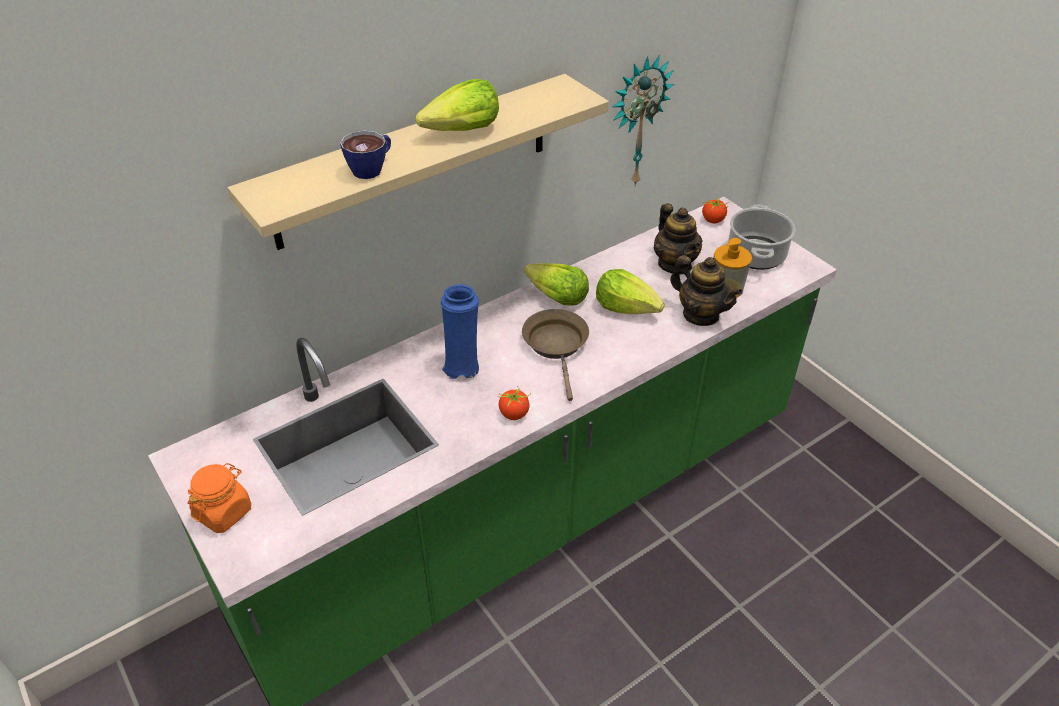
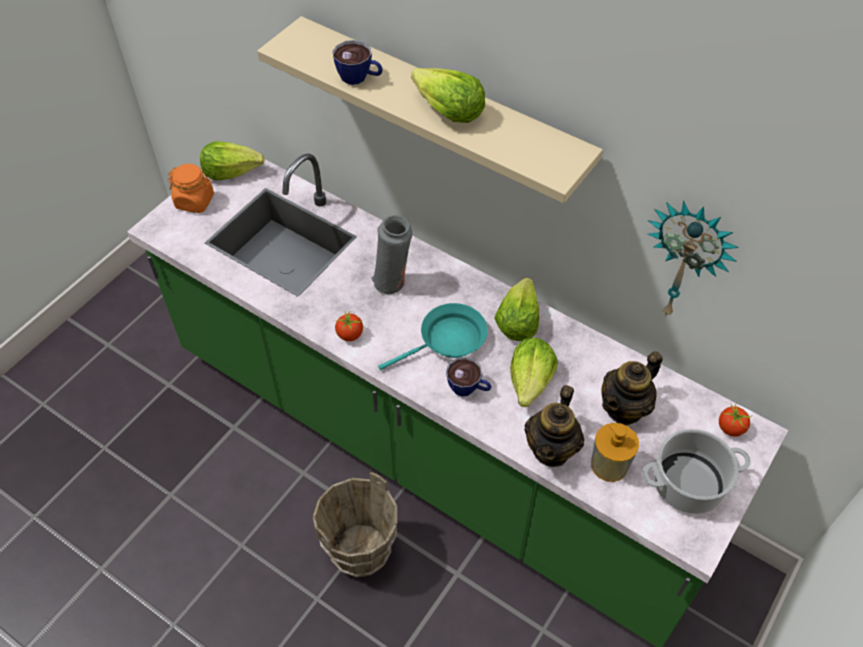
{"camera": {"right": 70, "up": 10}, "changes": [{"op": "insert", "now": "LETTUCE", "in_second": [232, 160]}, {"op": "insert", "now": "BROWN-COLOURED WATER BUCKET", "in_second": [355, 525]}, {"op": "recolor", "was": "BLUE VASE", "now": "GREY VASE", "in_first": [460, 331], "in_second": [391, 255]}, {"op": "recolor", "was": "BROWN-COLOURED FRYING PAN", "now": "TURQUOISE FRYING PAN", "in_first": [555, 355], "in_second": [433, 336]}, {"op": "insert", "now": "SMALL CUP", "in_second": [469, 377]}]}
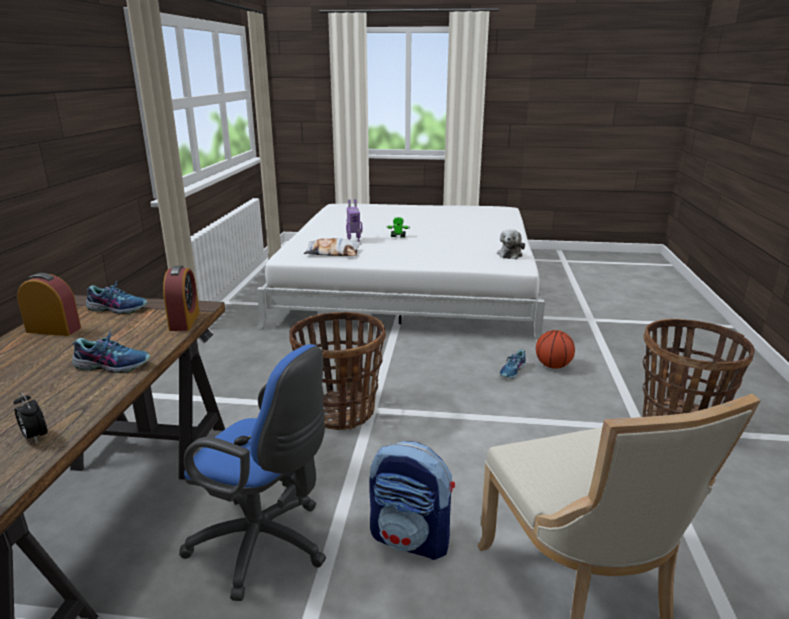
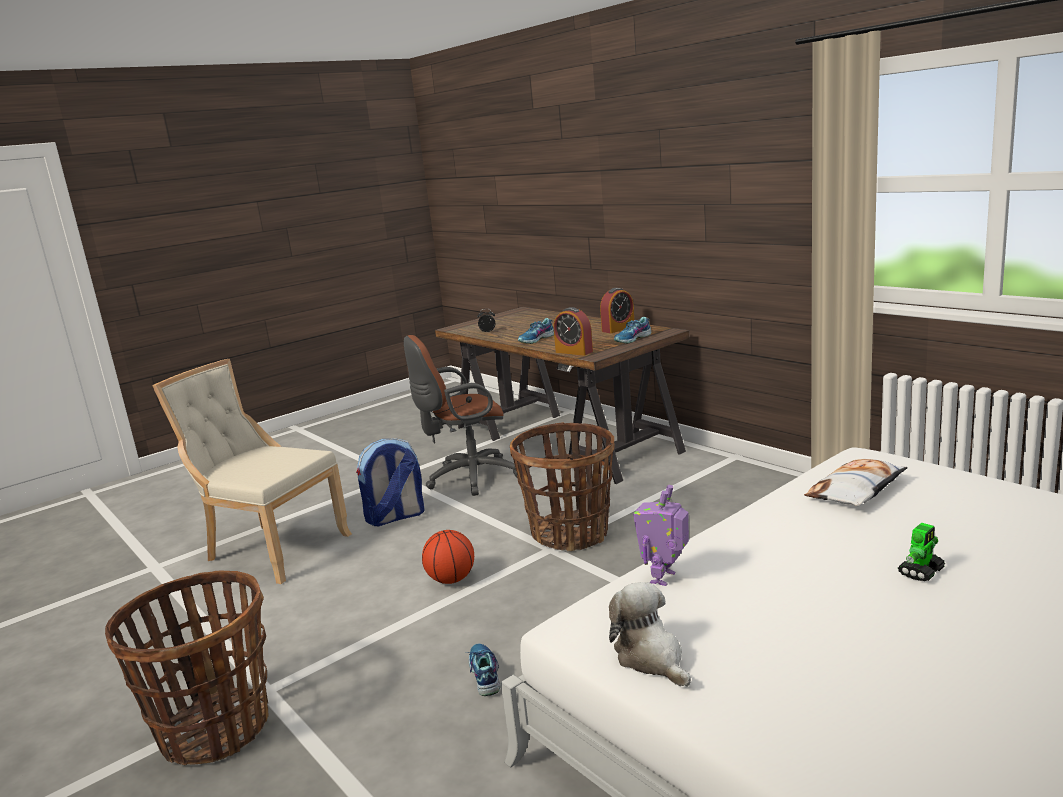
{"camera": {"right": 135, "up": -5}, "changes": [{"op": "recolor", "was": "BLUE OFFICE CHAIR", "now": "BROWN-COLOURED OFFICE CHAIR", "in_first": [252, 472], "in_second": [460, 415]}, {"op": "move", "was": "BALL FOR BASKETBALL", "in_first": [555, 349], "in_second": [448, 557]}, {"op": "move", "was": "TOY ROBOT", "in_first": [354, 220], "in_second": [661, 535]}]}
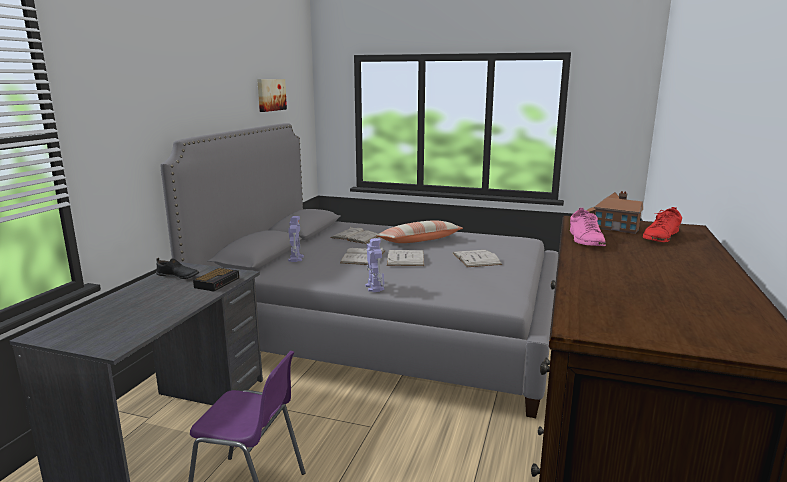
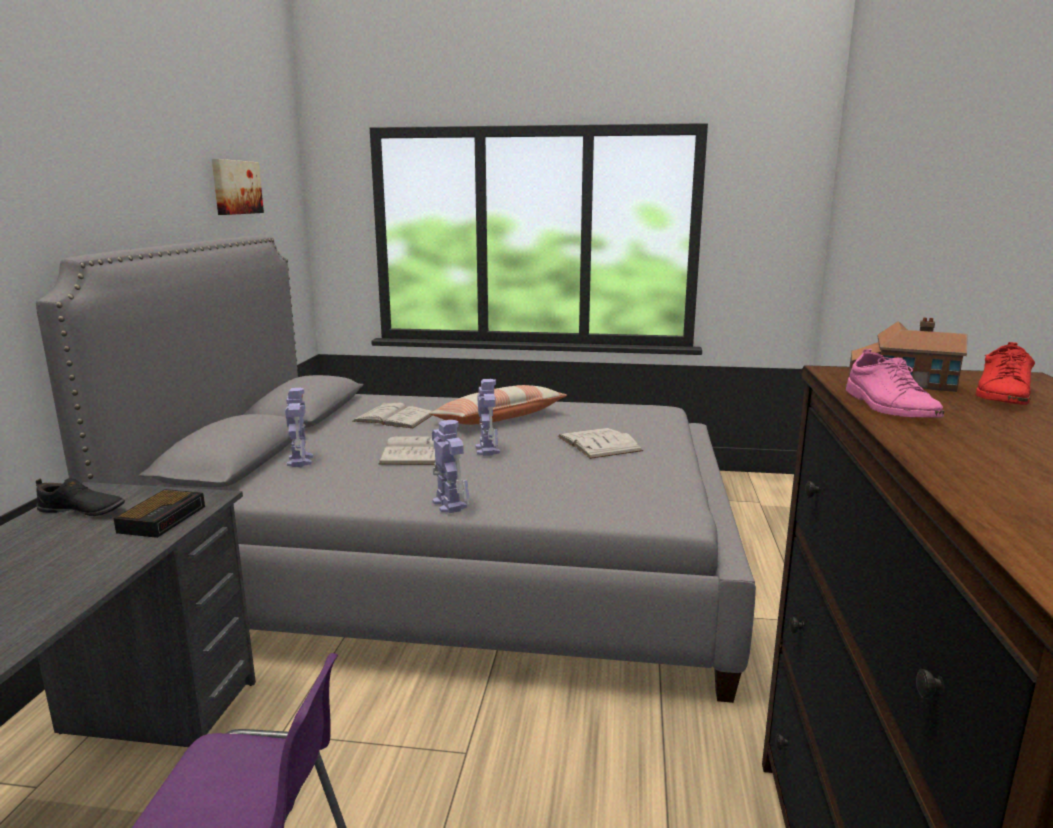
{"camera": {"right": -10, "up": 0}, "changes": [{"op": "replace", "was": "WHITE BOOK", "now": "TOY ROBOT", "in_first": [405, 258], "in_second": [488, 417]}]}
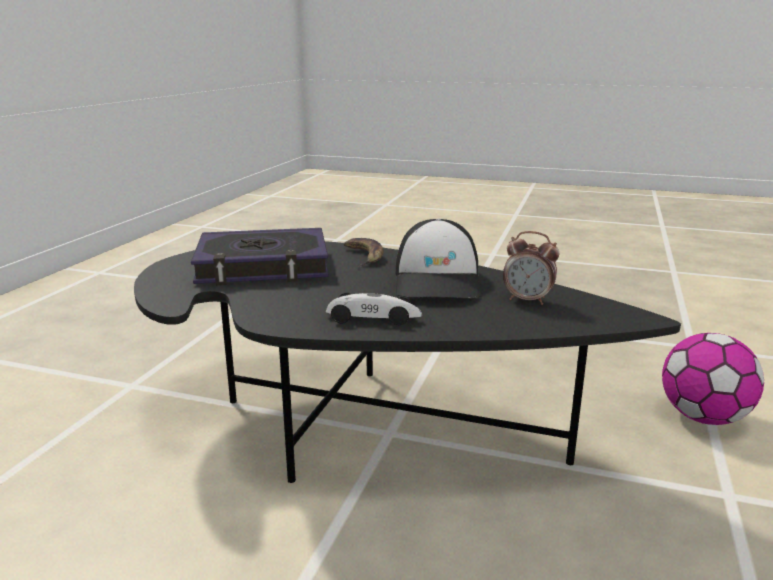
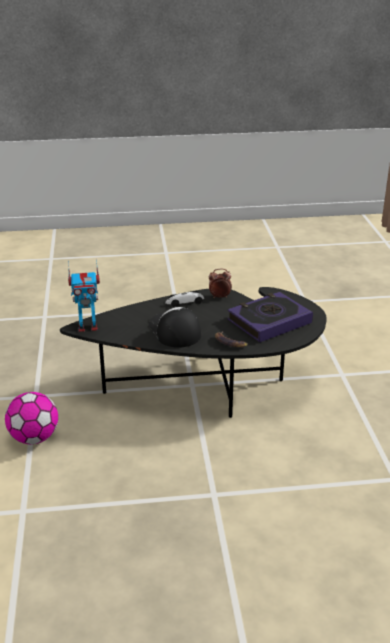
{"camera": {"right": 155, "up": 10}, "changes": [{"op": "insert", "now": "TOY ROBOT", "in_second": [84, 295]}, {"op": "move", "was": "ALARM CLOCK", "in_first": [531, 268], "in_second": [220, 283]}]}
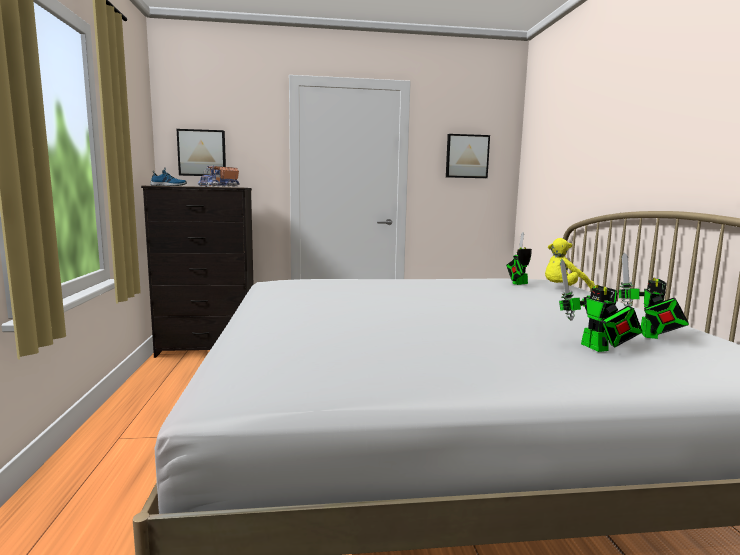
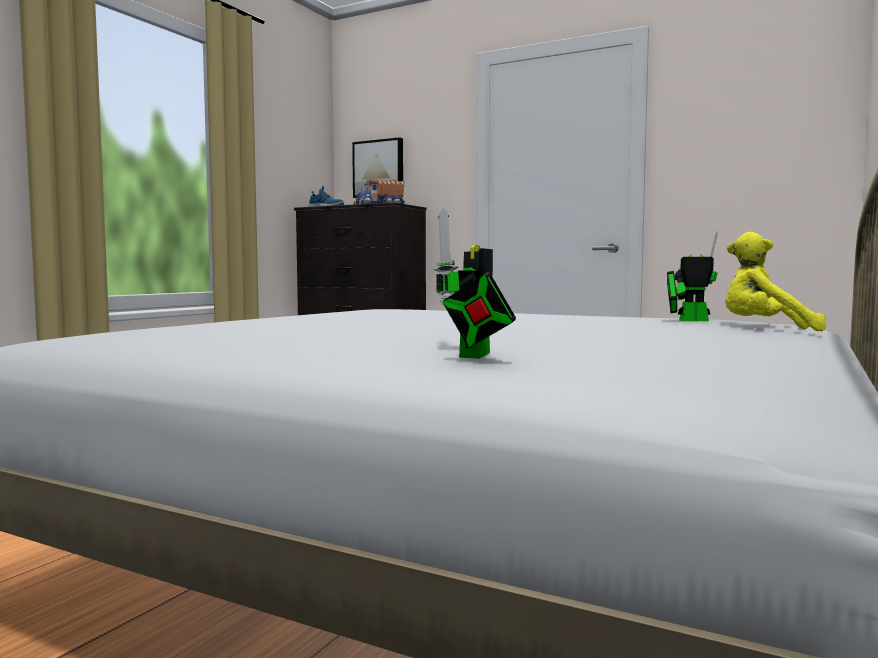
{"camera": {"right": 35, "up": -5}, "changes": [{"op": "delete", "was": "PICTURE", "in_first": [468, 156]}, {"op": "delete", "was": "TOY ROBOT", "in_first": [654, 295]}]}
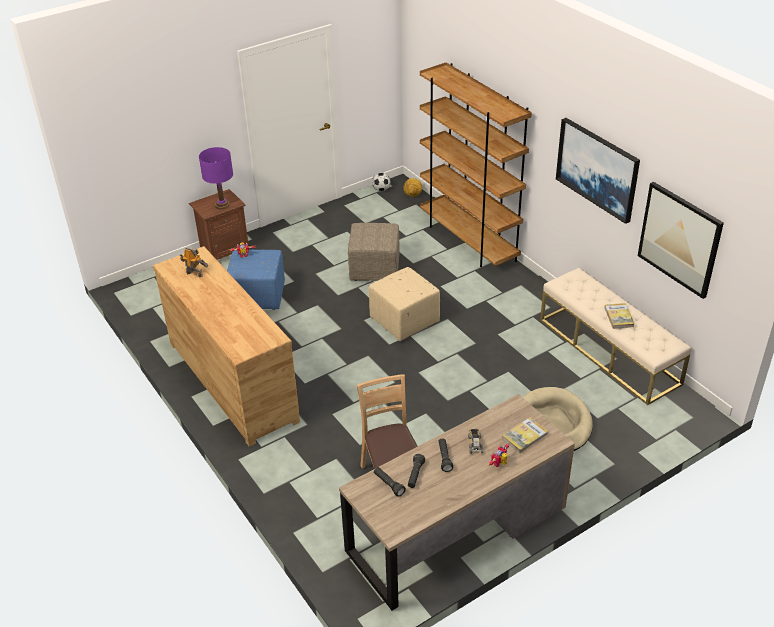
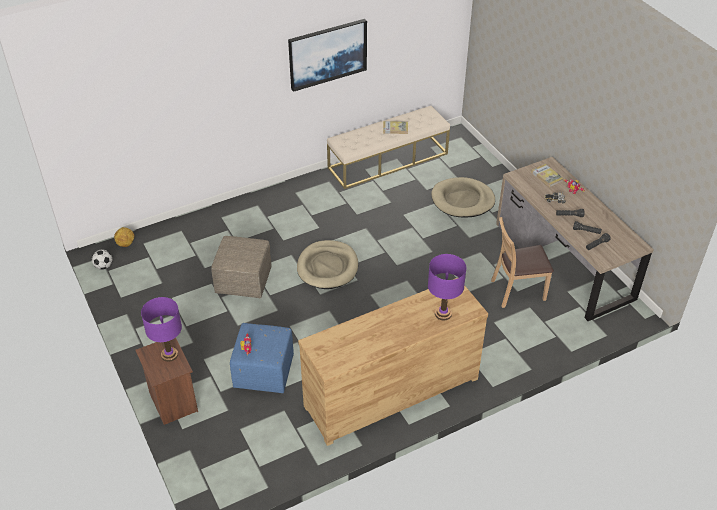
{"camera": {"right": -85, "up": 5}, "changes": [{"op": "replace", "was": "BEIGE-COLOURED OTTOMAN", "now": "BEIGE-COLOURED PET BED", "in_first": [404, 304], "in_second": [327, 264]}, {"op": "insert", "now": "PURPLE-COLOURED LAMP FOR A TABLE", "in_second": [447, 287]}, {"op": "delete", "was": "TOY ROBOT", "in_first": [194, 262]}, {"op": "delete", "was": "BROWN-COLOURED BOOKCASE", "in_first": [476, 165]}, {"op": "delete", "was": "PICTURE", "in_first": [681, 240]}]}
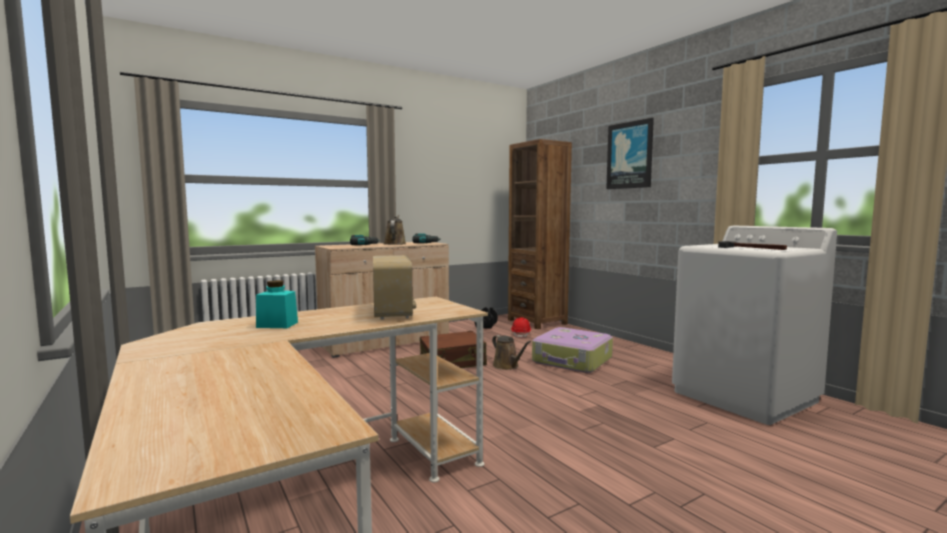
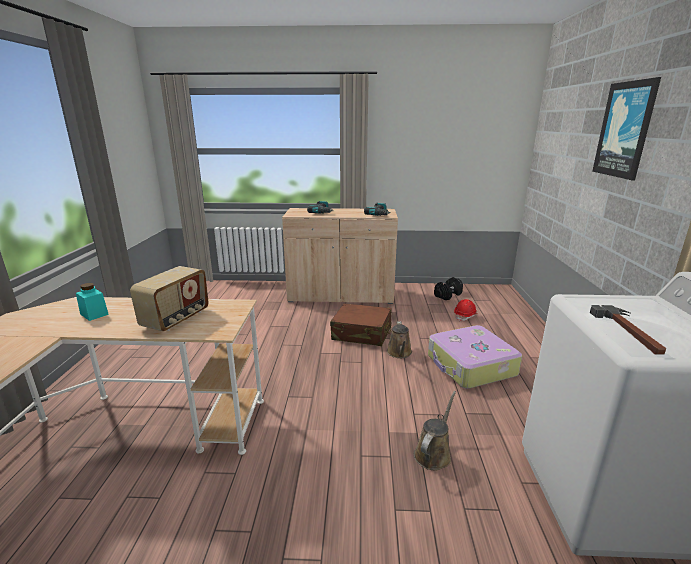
{"camera": {"right": 35, "up": 15}, "changes": [{"op": "move", "was": "BROWN-COLOURED WATERING CAN", "in_first": [395, 230], "in_second": [435, 431]}, {"op": "delete", "was": "BROWN-COLOURED BOOKCASE", "in_first": [540, 234]}]}
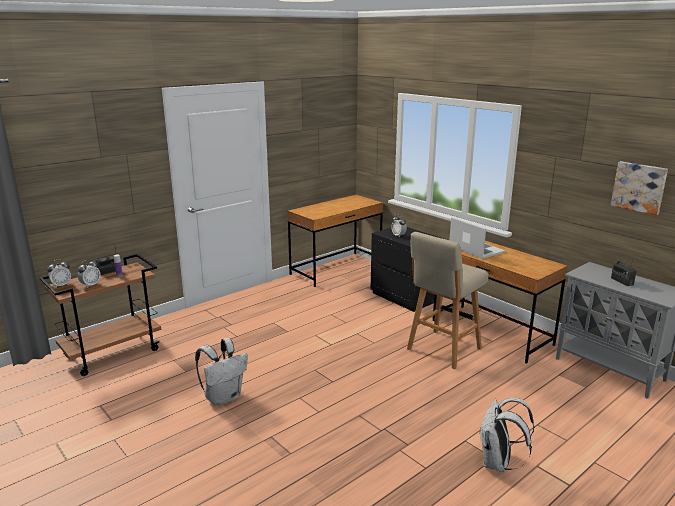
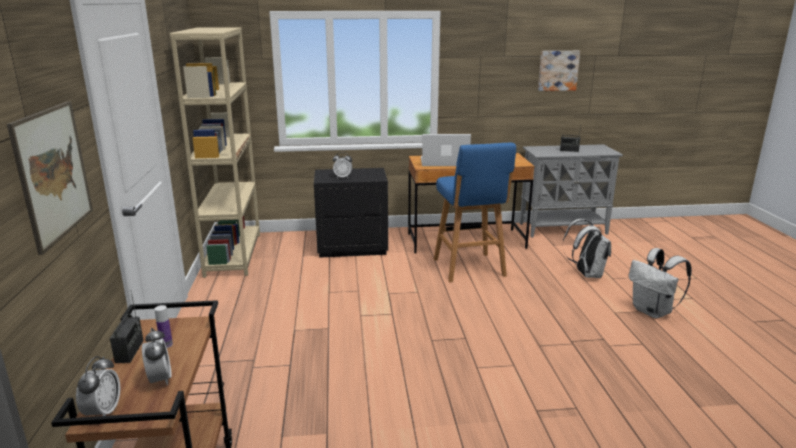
{"camera": {"right": -55, "up": 0}, "changes": [{"op": "insert", "now": "PICTURE", "in_second": [50, 178]}, {"op": "replace", "was": "BROWN-COLOURED DESK TABLE", "now": "BEIGE-COLOURED BOOKCASE", "in_first": [335, 241], "in_second": [214, 152]}, {"op": "recolor", "was": "BEIGE-COLOURED STOOL", "now": "BLUE STOOL", "in_first": [448, 300], "in_second": [475, 212]}, {"op": "move", "was": "WHITE BACKPACK", "in_first": [221, 372], "in_second": [586, 248]}]}
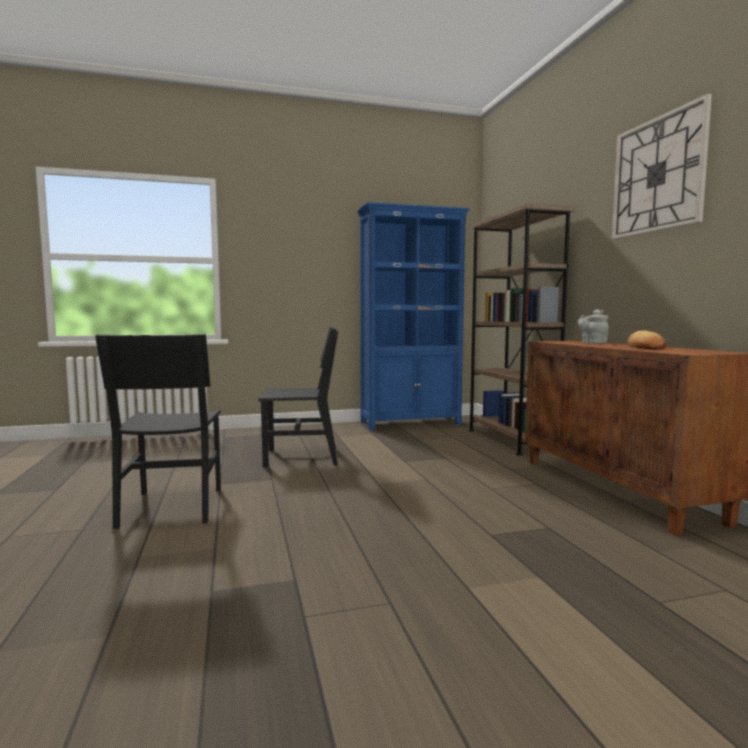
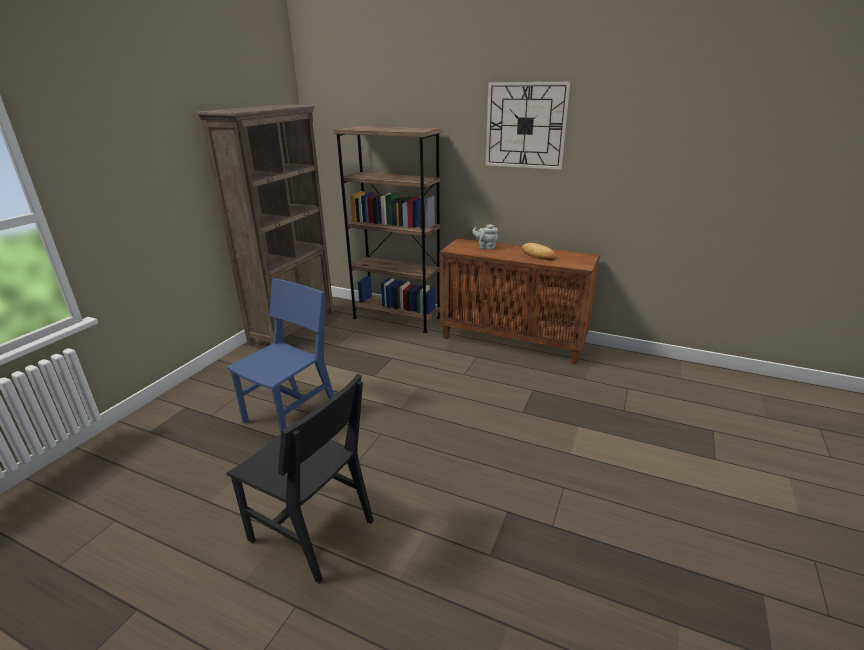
{"camera": {"right": -50, "up": 20}, "changes": [{"op": "recolor", "was": "BLUE BOOKCASE", "now": "BROWN-COLOURED BOOKCASE", "in_first": [413, 316], "in_second": [265, 225]}, {"op": "recolor", "was": "BLACK-COLOURED CHAIR", "now": "BLUE CHAIR", "in_first": [298, 397], "in_second": [280, 355]}]}
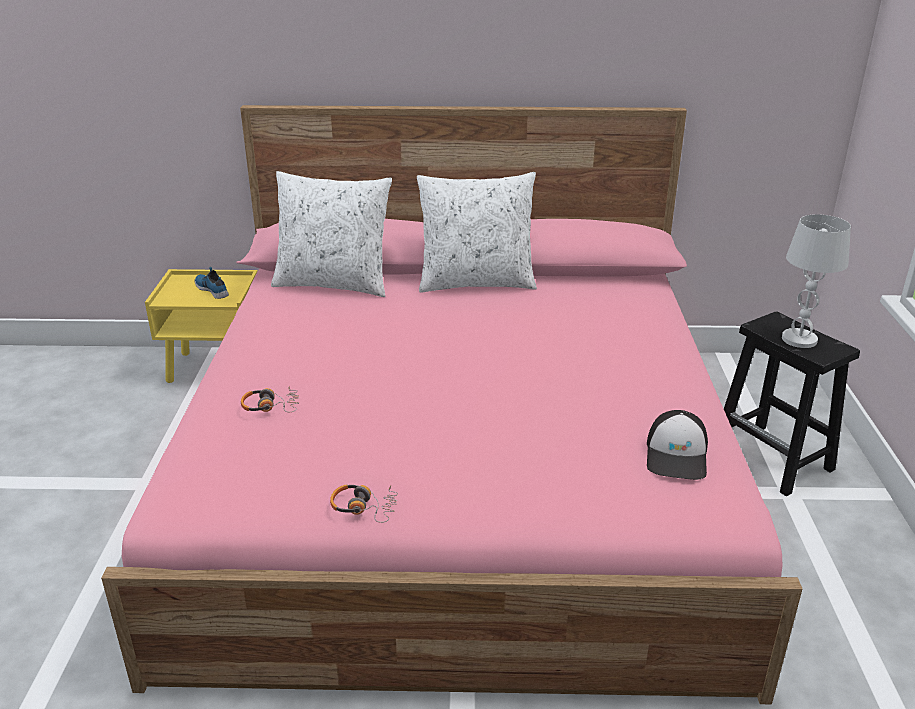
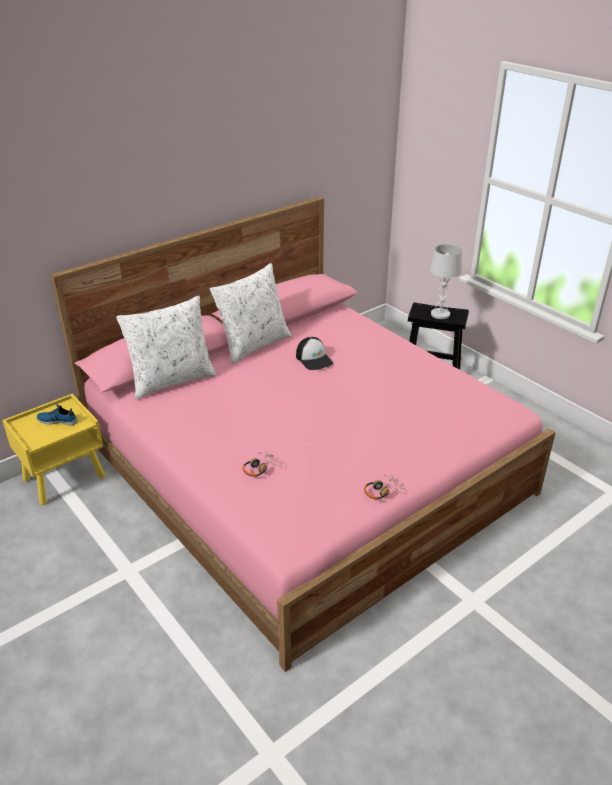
{"camera": {"right": -40, "up": 5}, "changes": [{"op": "move", "was": "BASEBALL CAP", "in_first": [677, 445], "in_second": [314, 353]}]}
